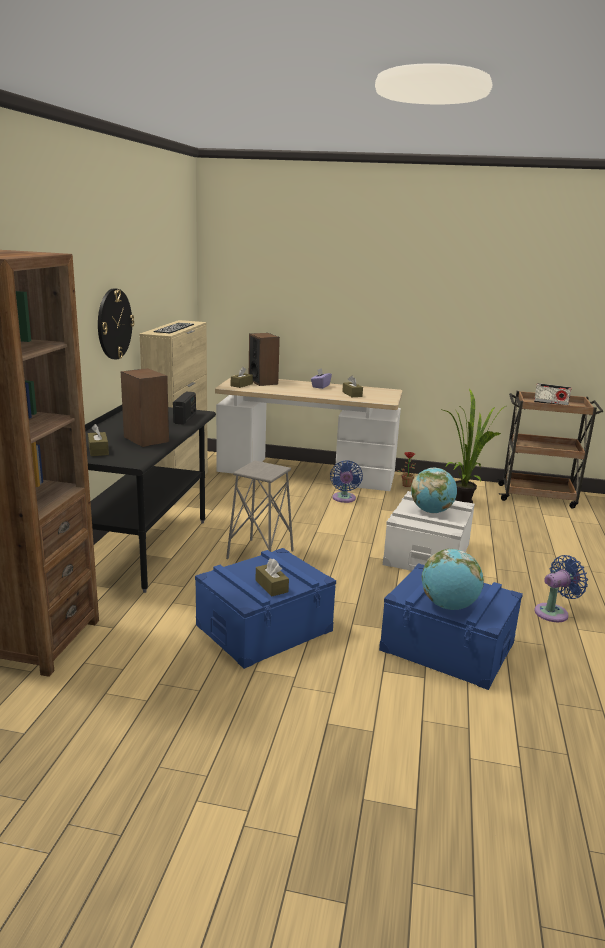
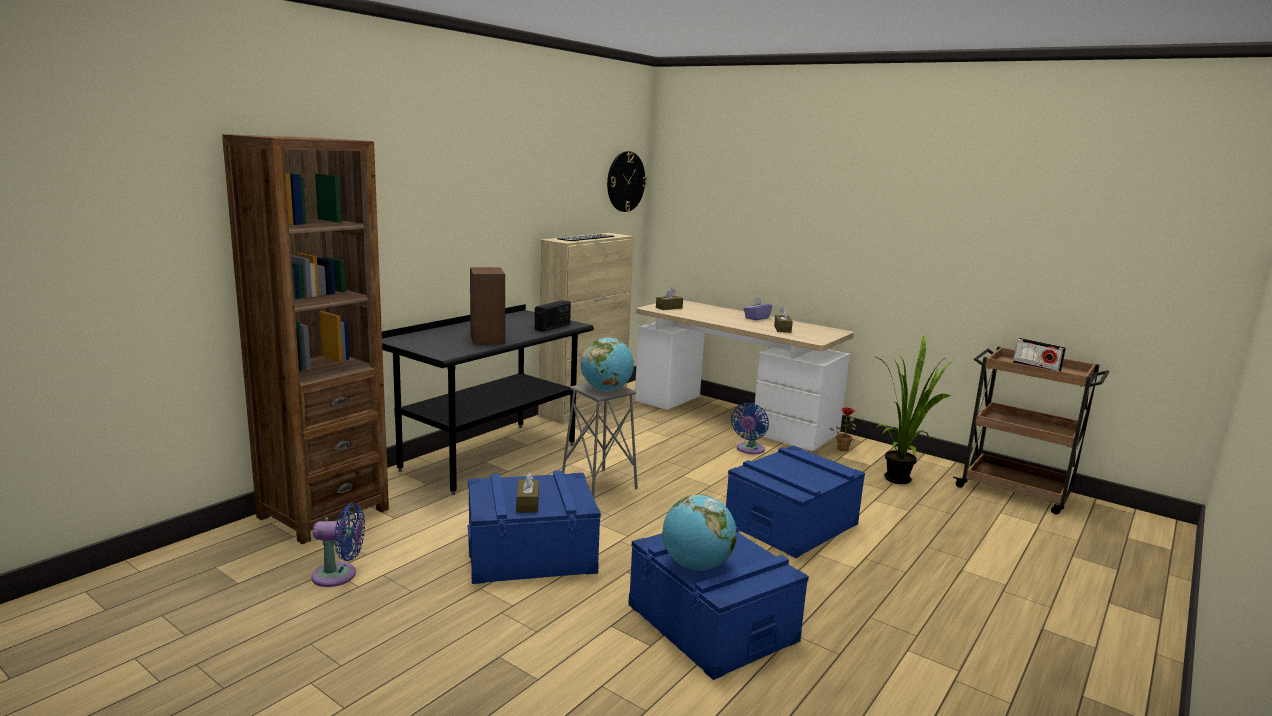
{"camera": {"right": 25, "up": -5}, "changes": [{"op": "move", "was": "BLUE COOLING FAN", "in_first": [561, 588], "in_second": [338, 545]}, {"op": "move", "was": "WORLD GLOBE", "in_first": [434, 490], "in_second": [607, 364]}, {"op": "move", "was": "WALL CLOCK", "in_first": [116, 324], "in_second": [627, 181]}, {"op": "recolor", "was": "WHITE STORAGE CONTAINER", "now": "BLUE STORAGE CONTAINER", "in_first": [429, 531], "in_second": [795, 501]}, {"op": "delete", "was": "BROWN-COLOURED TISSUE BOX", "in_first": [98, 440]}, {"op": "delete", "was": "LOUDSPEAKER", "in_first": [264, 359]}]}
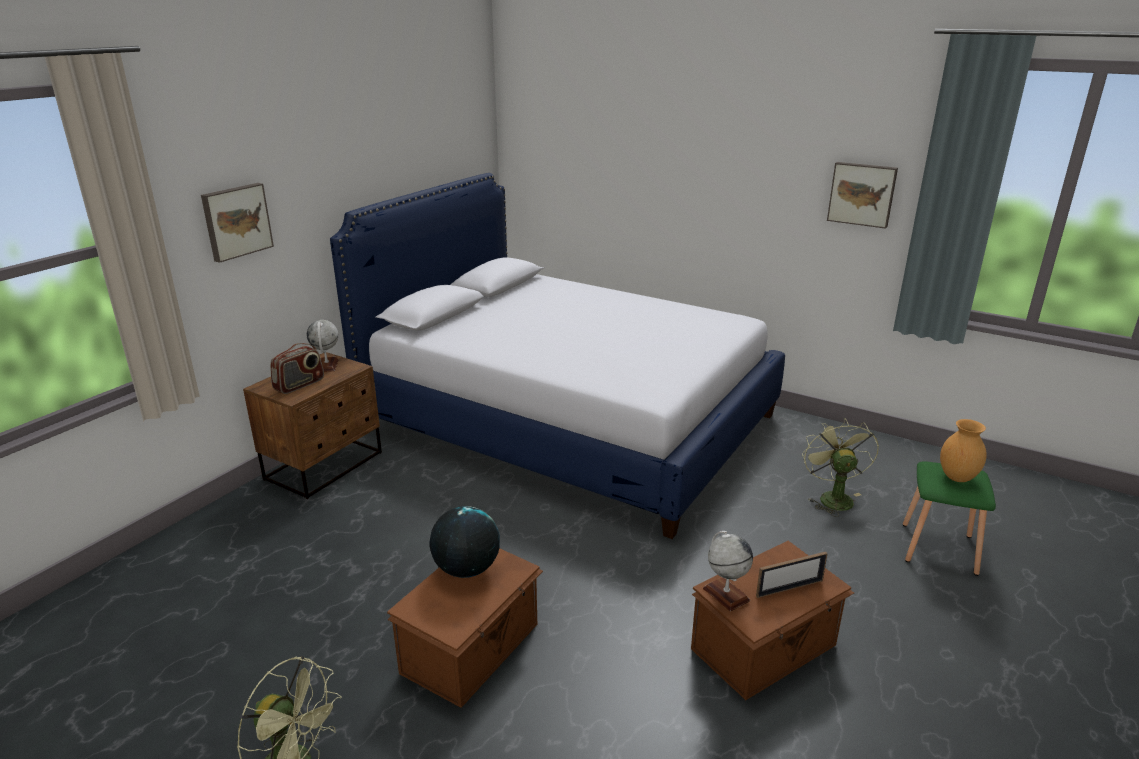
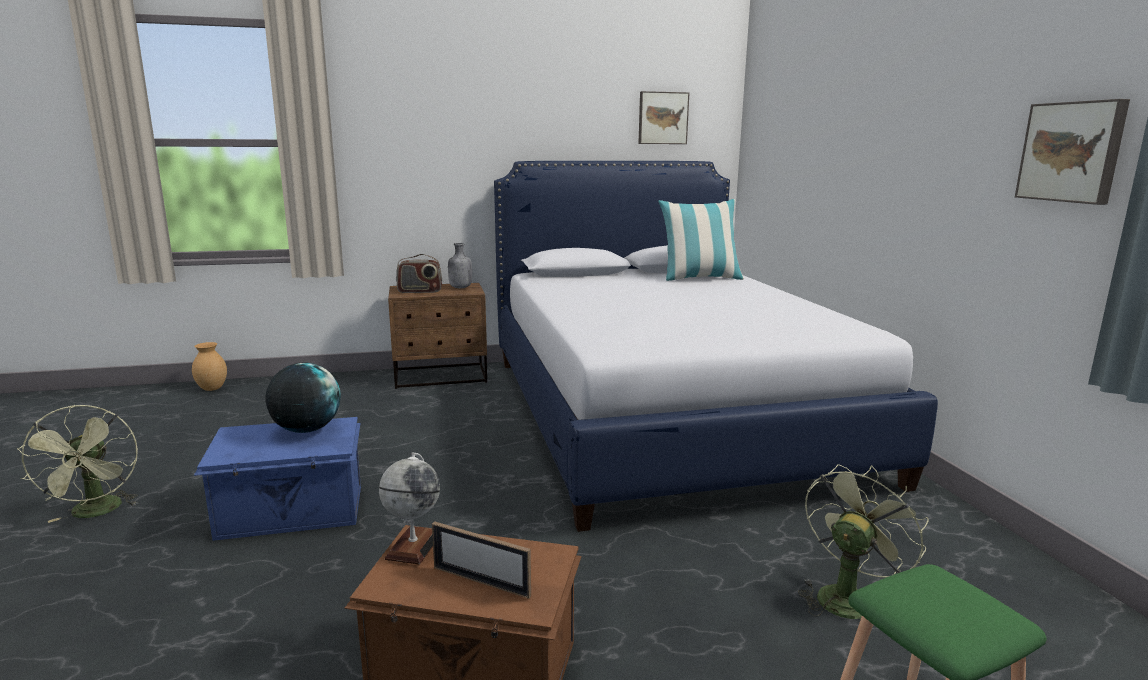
{"camera": {"right": 45, "up": -10}, "changes": [{"op": "move", "was": "BROWN-COLOURED VASE", "in_first": [963, 450], "in_second": [209, 366]}, {"op": "recolor", "was": "BROWN-COLOURED STORAGE CONTAINER", "now": "BLUE STORAGE CONTAINER", "in_first": [465, 628], "in_second": [277, 479]}, {"op": "replace", "was": "WORLD GLOBE", "now": "GREY DRINK BOTTLE", "in_first": [323, 346], "in_second": [460, 265]}, {"op": "move", "was": "PICTURE", "in_first": [237, 223], "in_second": [663, 117]}, {"op": "insert", "now": "CUSHION", "in_second": [701, 240]}]}
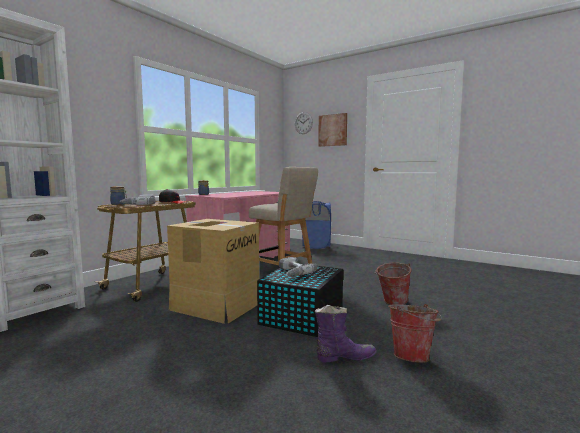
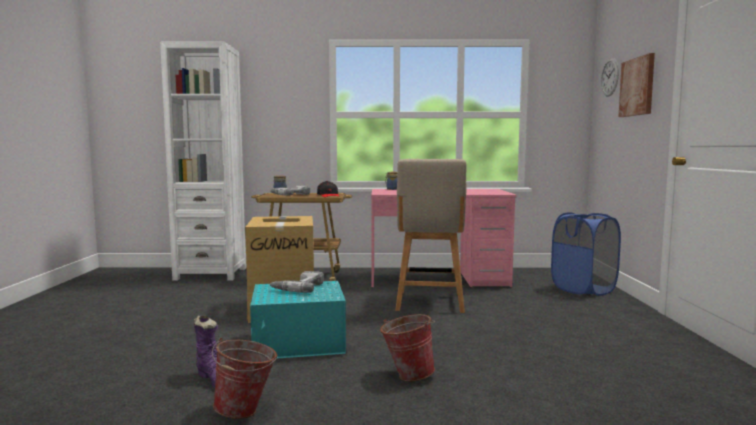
{"camera": {"right": 55, "up": 0}, "changes": [{"op": "recolor", "was": "BLACK-COLOURED STORAGE CONTAINER", "now": "TURQUOISE STORAGE CONTAINER", "in_first": [300, 300], "in_second": [298, 319]}]}
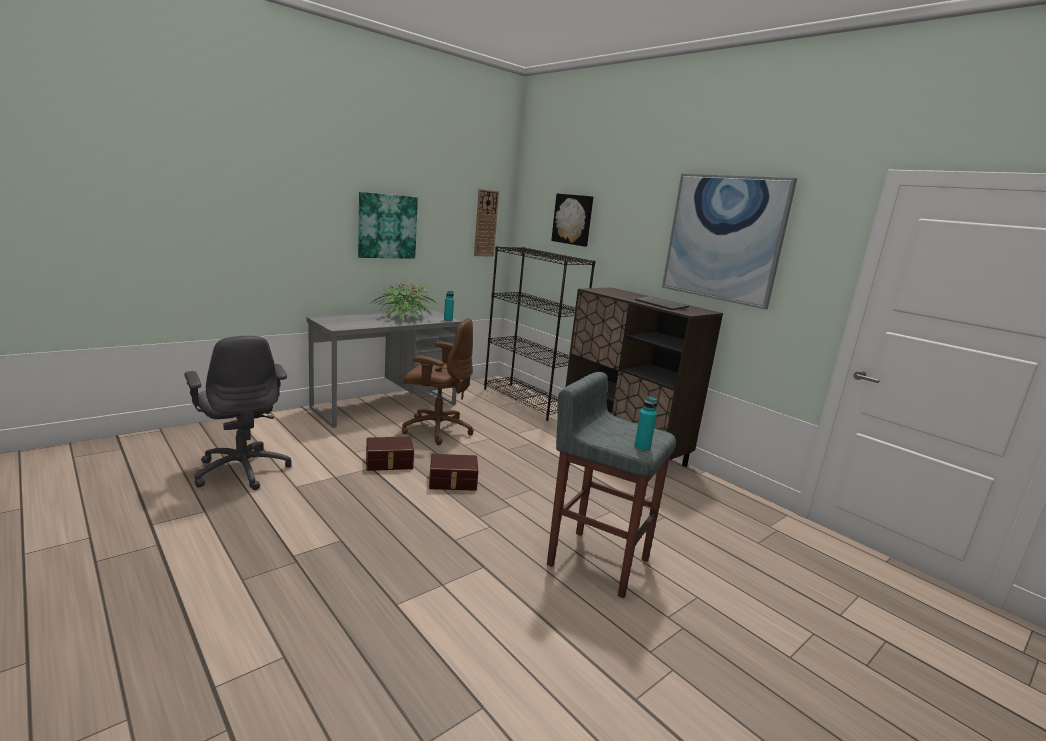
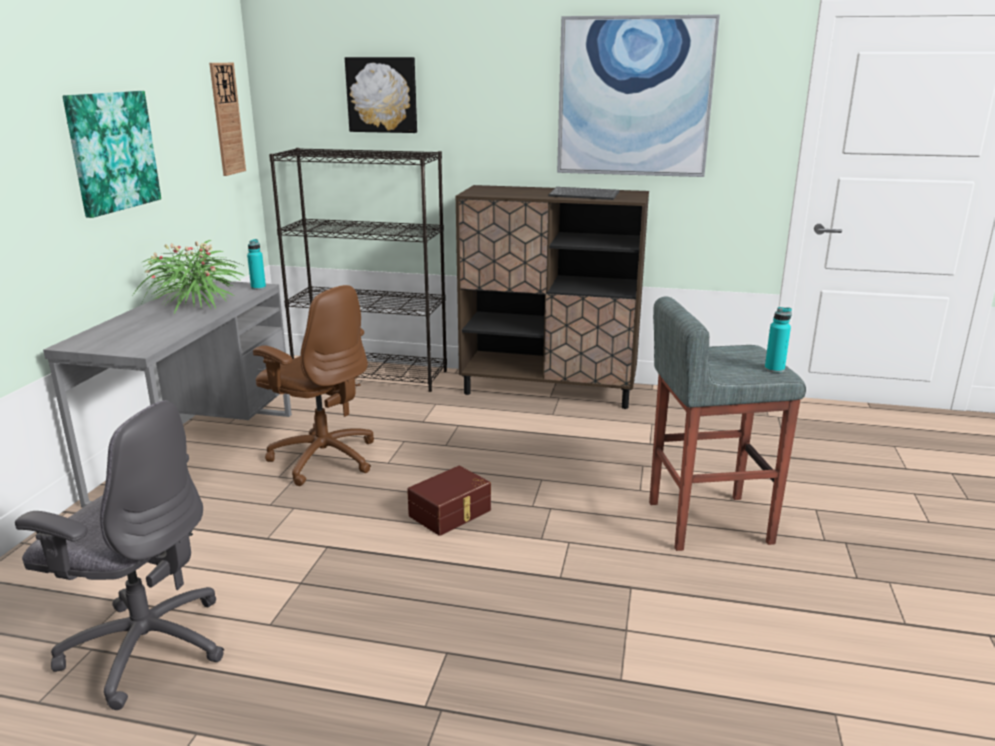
{"camera": {"right": -35, "up": 5}, "changes": [{"op": "rotate", "was": "BROWN-COLOURED OFFICE CHAIR", "in_first": [438, 381], "in_second": [313, 385], "clockwise": 60}, {"op": "delete", "was": "BROWN-COLOURED STORAGE CONTAINER", "in_first": [390, 454]}]}
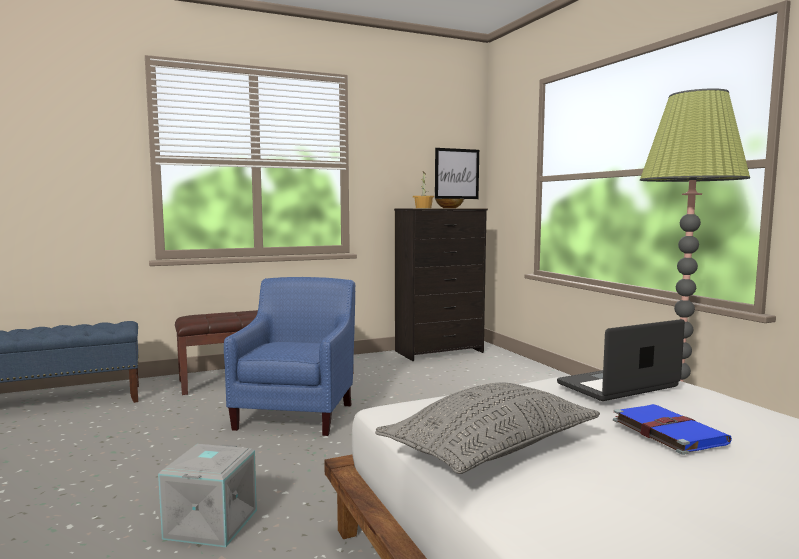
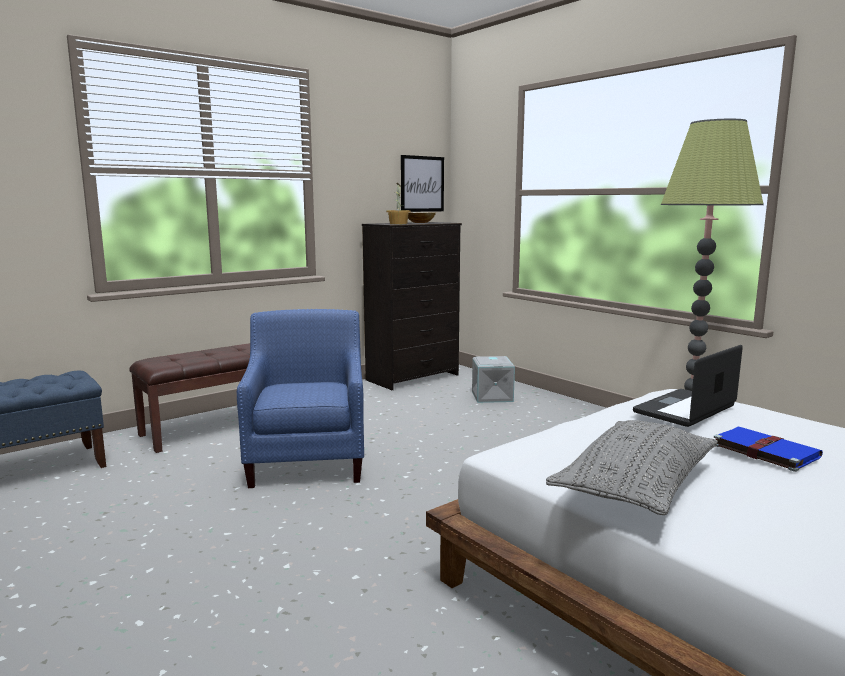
{"camera": {"right": -15, "up": 5}, "changes": [{"op": "move", "was": "GREY STORAGE CONTAINER", "in_first": [207, 495], "in_second": [493, 379]}]}
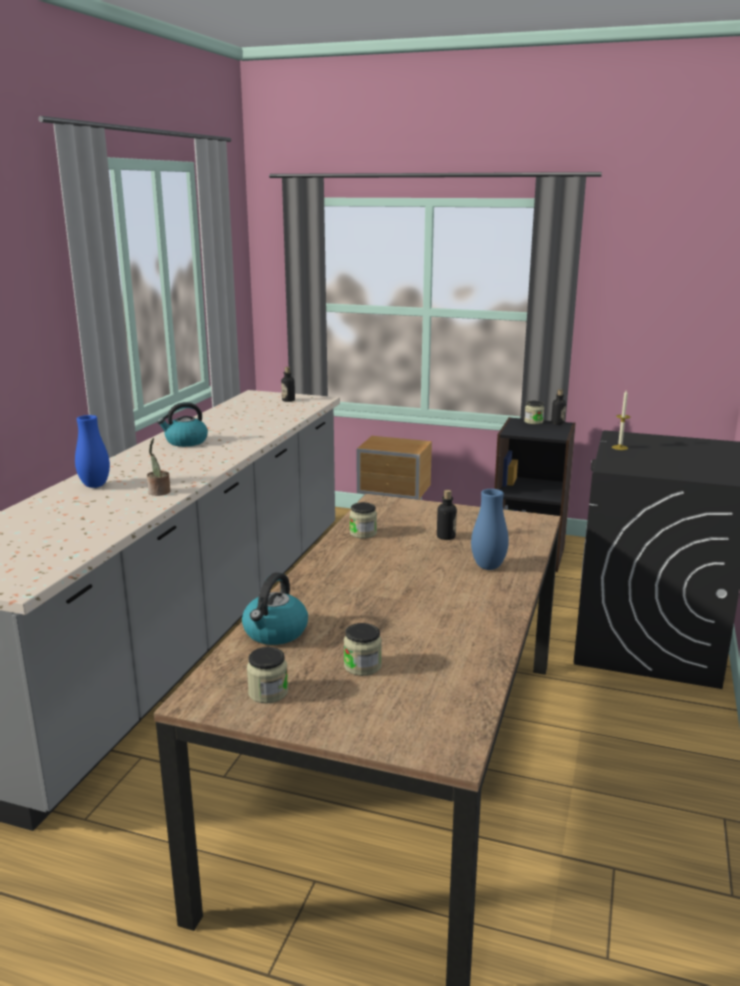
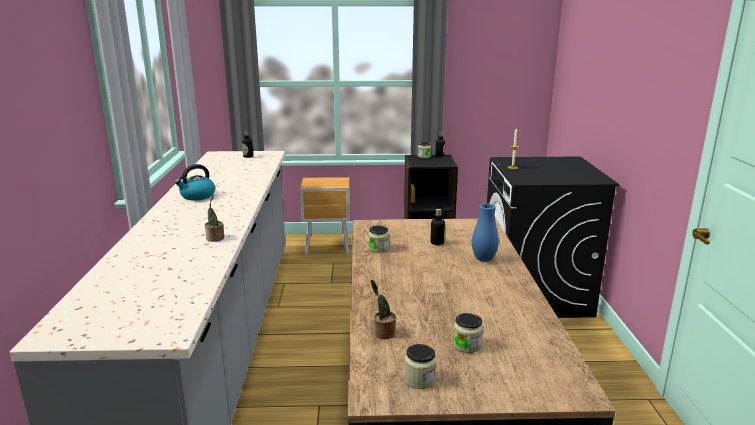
{"camera": {"right": -20, "up": 0}, "changes": [{"op": "replace", "was": "KETTLE", "now": "HOUSEPLANT", "in_first": [275, 608], "in_second": [383, 309]}, {"op": "delete", "was": "BLUE VASE", "in_first": [92, 451]}]}
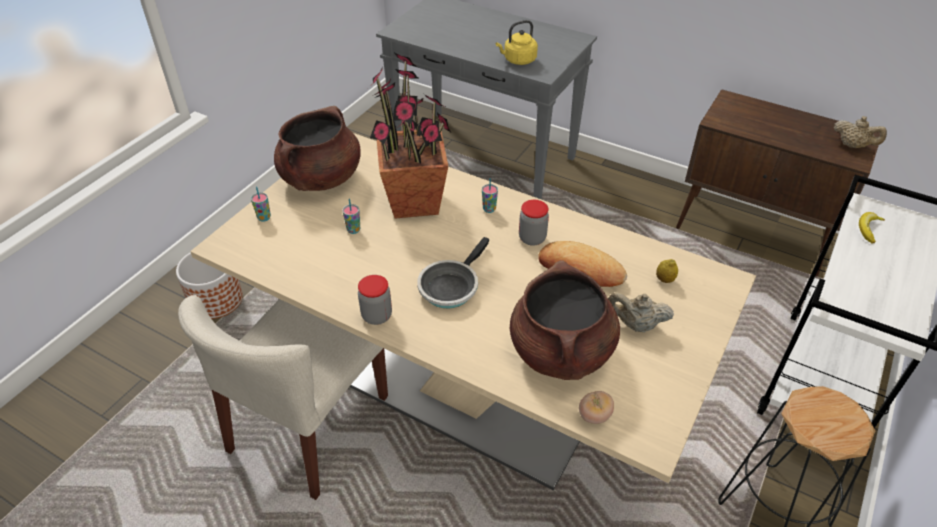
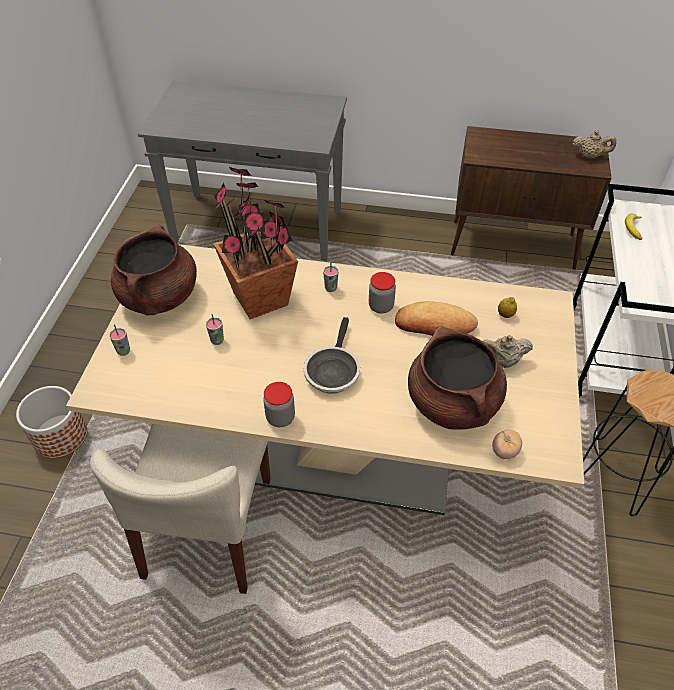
{"camera": {"right": -20, "up": 5}, "changes": [{"op": "delete", "was": "YELLOWISH KETTLE", "in_first": [517, 42]}]}
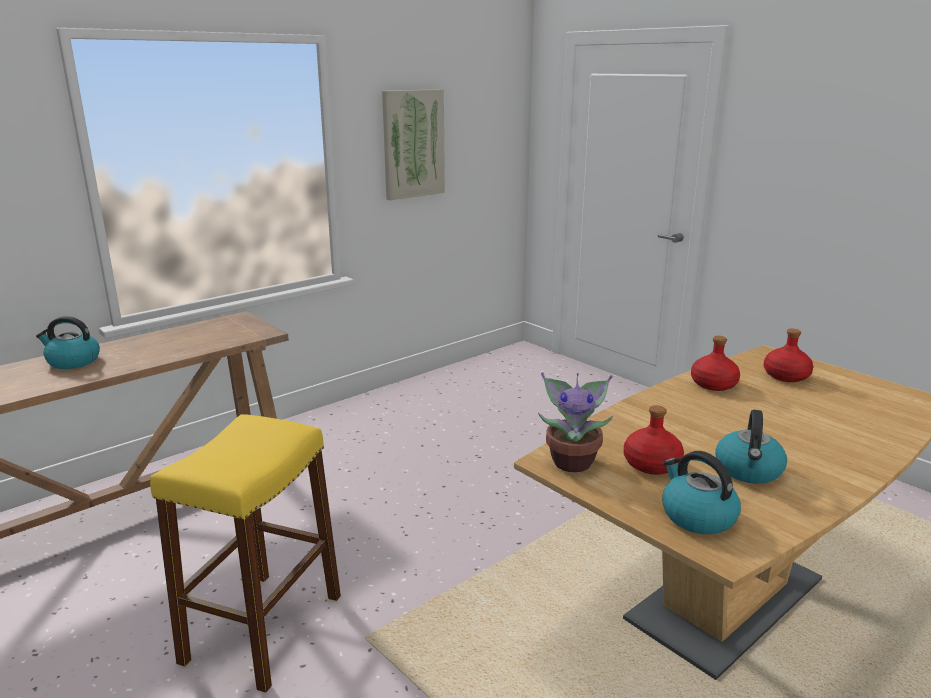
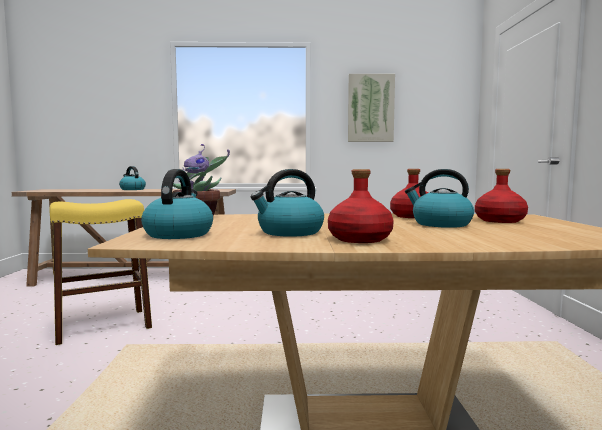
{"camera": {"right": 40, "up": -15}, "changes": [{"op": "move", "was": "RED DRINK BOTTLE", "in_first": [654, 440], "in_second": [361, 206]}, {"op": "insert", "now": "KETTLE", "in_second": [439, 198]}]}
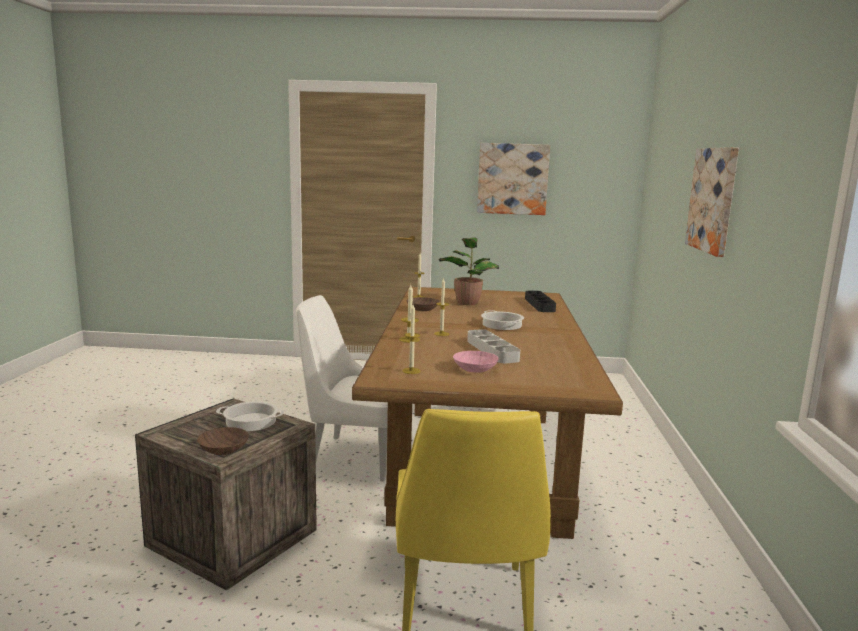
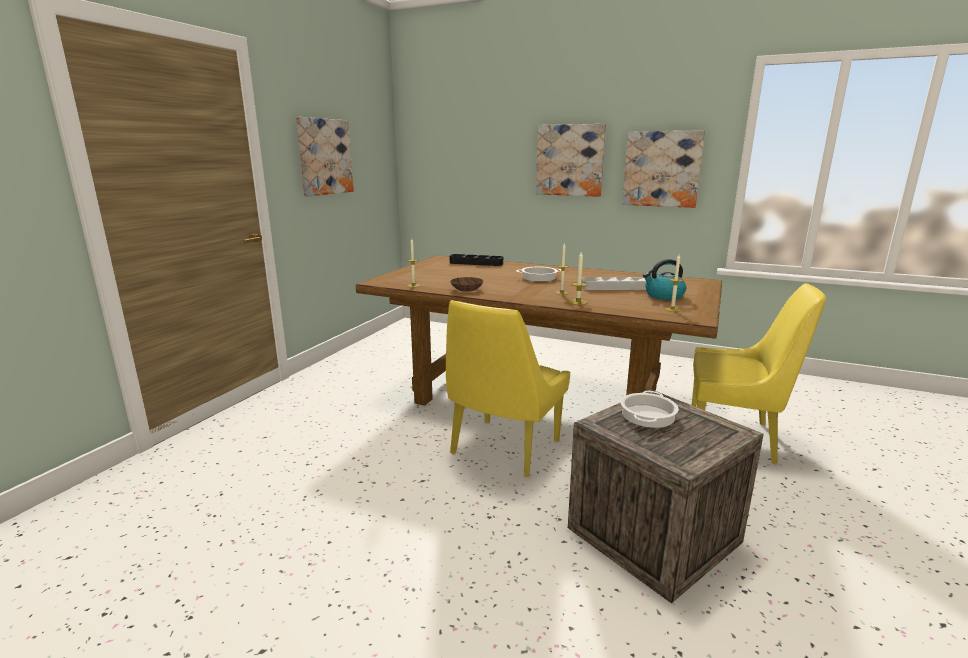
{"camera": {"right": -70, "up": 5}, "changes": [{"op": "recolor", "was": "WHITE CHAIR", "now": "YELLOWISH CHAIR", "in_first": [342, 388], "in_second": [508, 388]}, {"op": "insert", "now": "PICTURE", "in_second": [663, 169]}, {"op": "replace", "was": "PINK-COLOURED DEEP DISH", "now": "KETTLE", "in_first": [476, 362], "in_second": [664, 279]}, {"op": "delete", "was": "BROWN-COLOURED DEEP DISH", "in_first": [223, 441]}, {"op": "delete", "was": "HOUSEPLANT", "in_first": [469, 271]}]}
